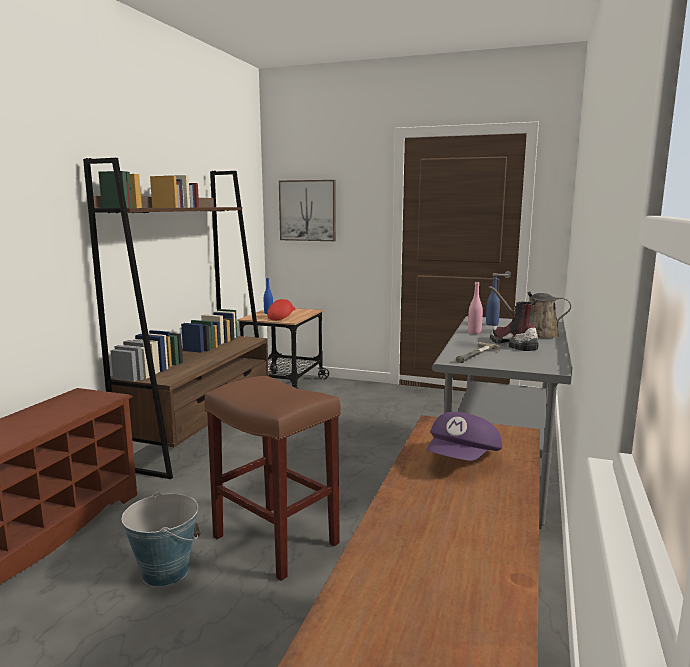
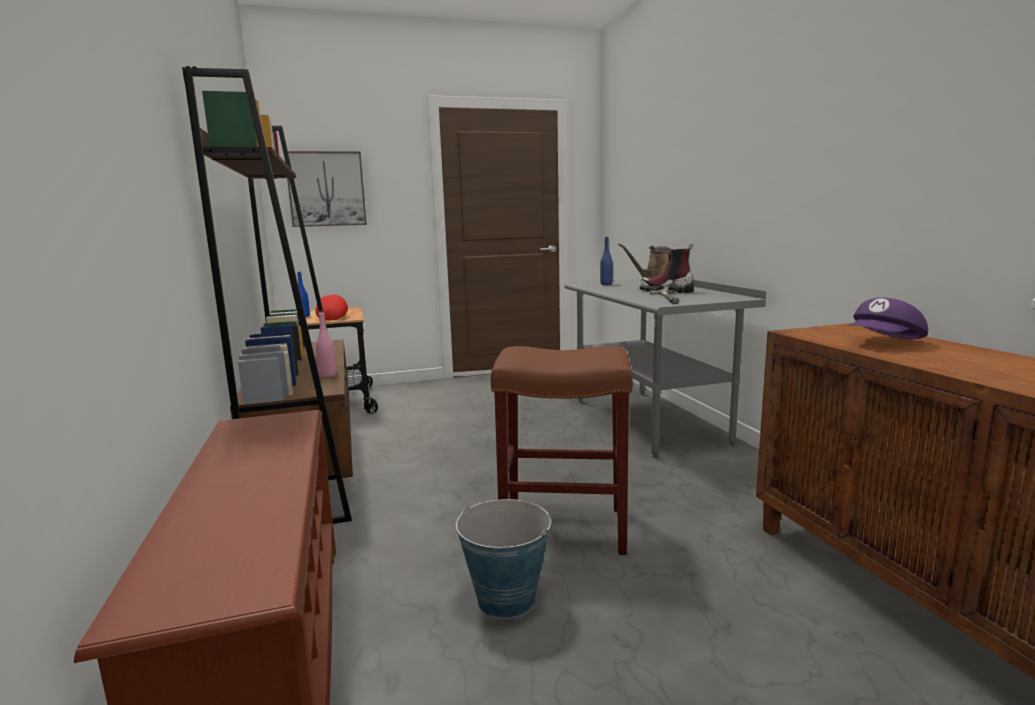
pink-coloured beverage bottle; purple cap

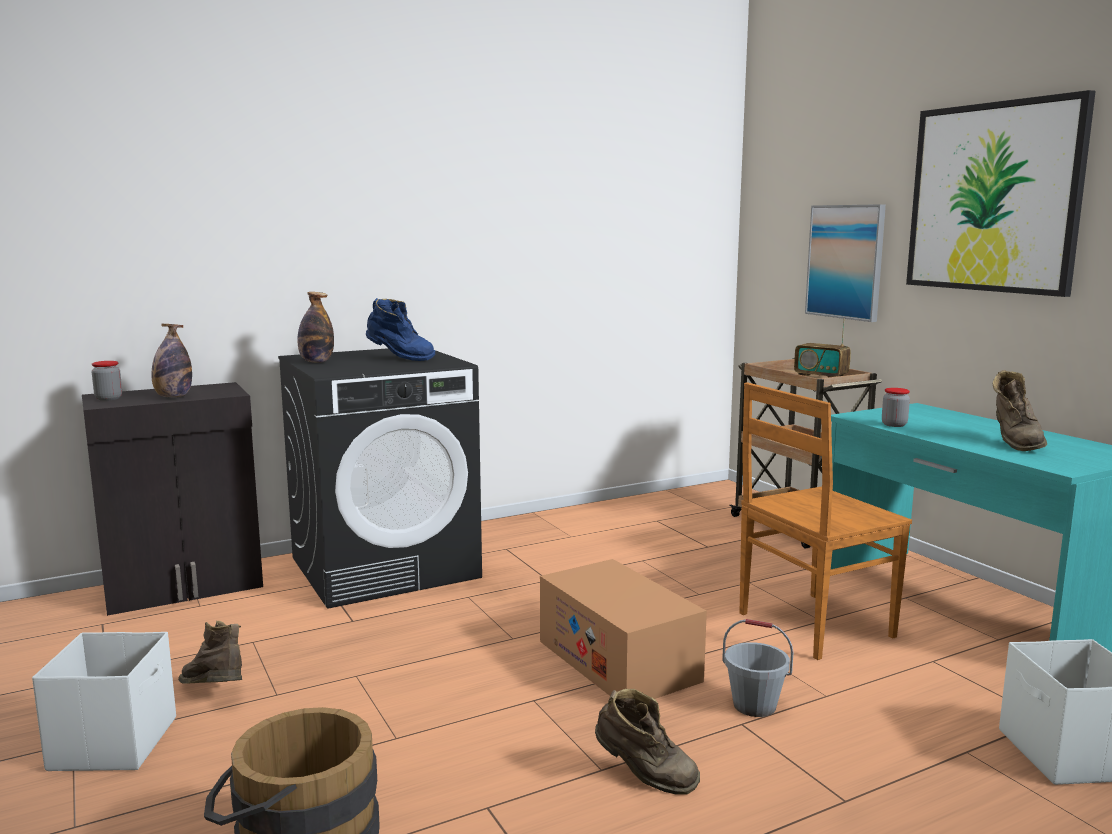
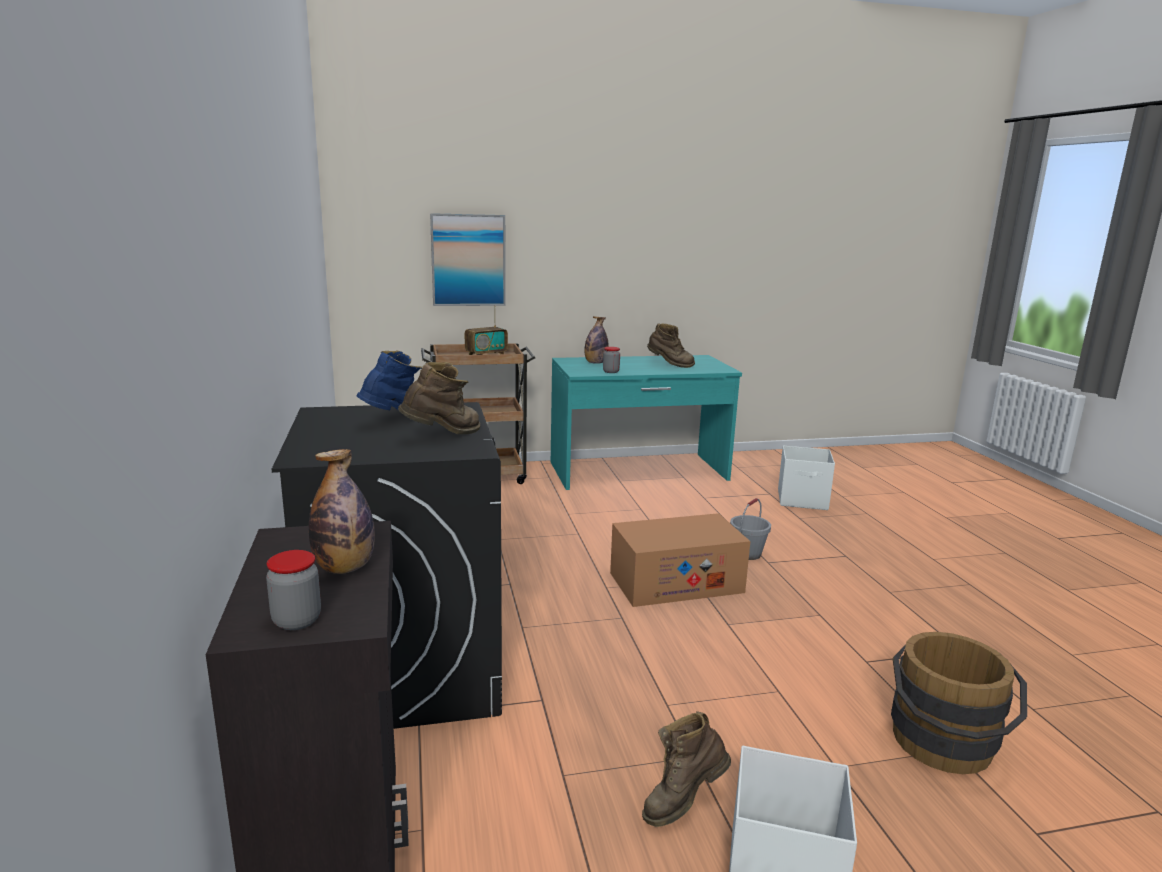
wall art (2nd from left in the first image); beverage bottle (2nd from left); brown plain chair; brown high-top boot (1st from left)

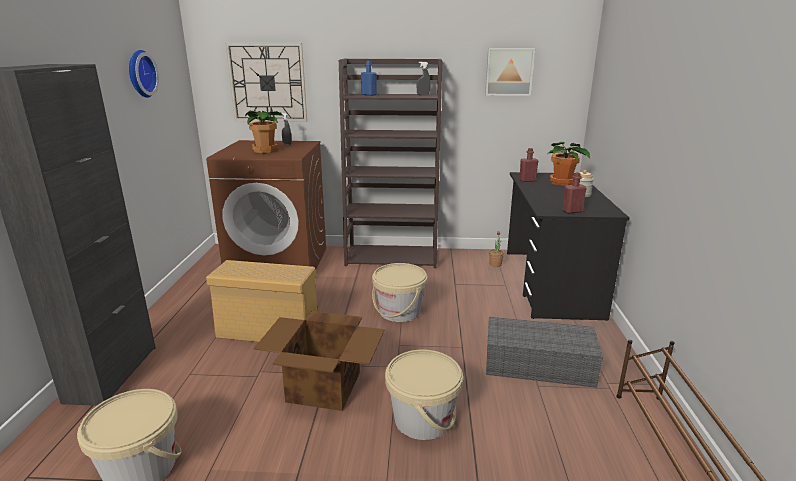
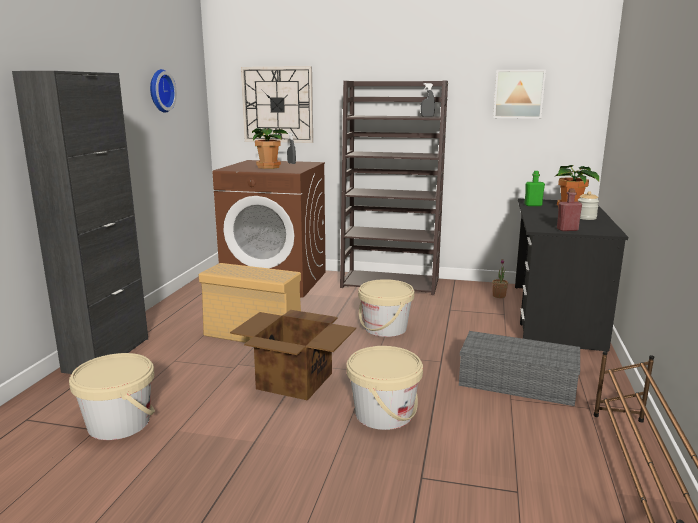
bluish beverage bottle; green-coloured beverage bottle

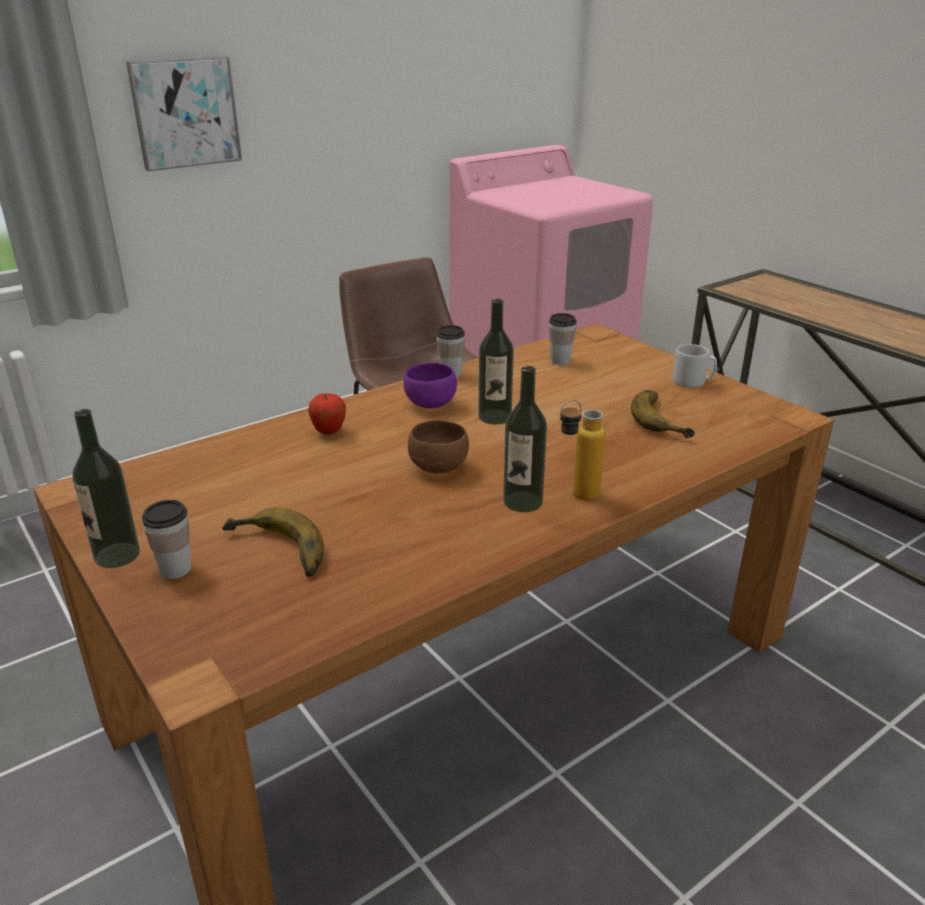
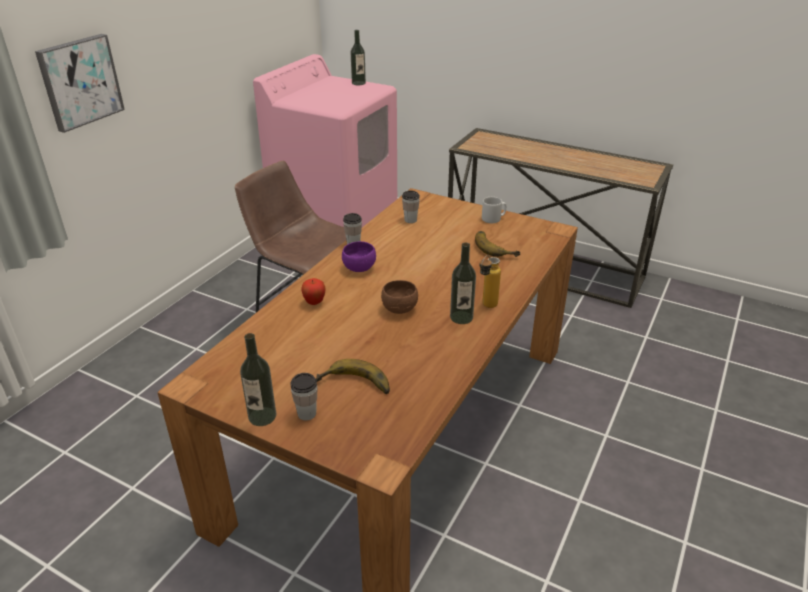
beverage bottle (2nd from left)

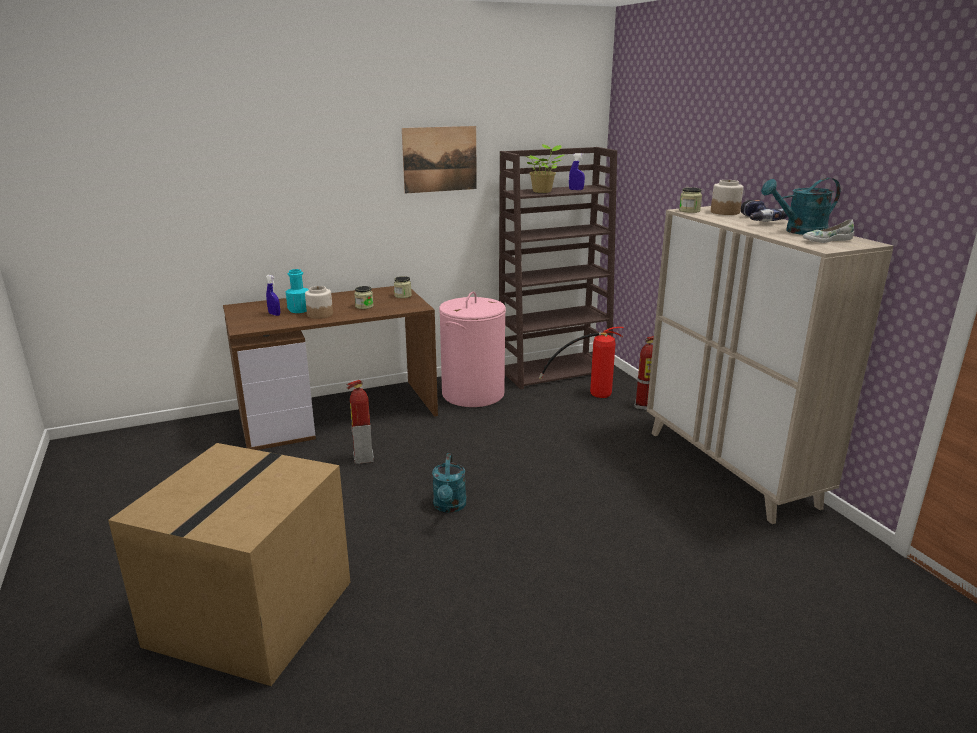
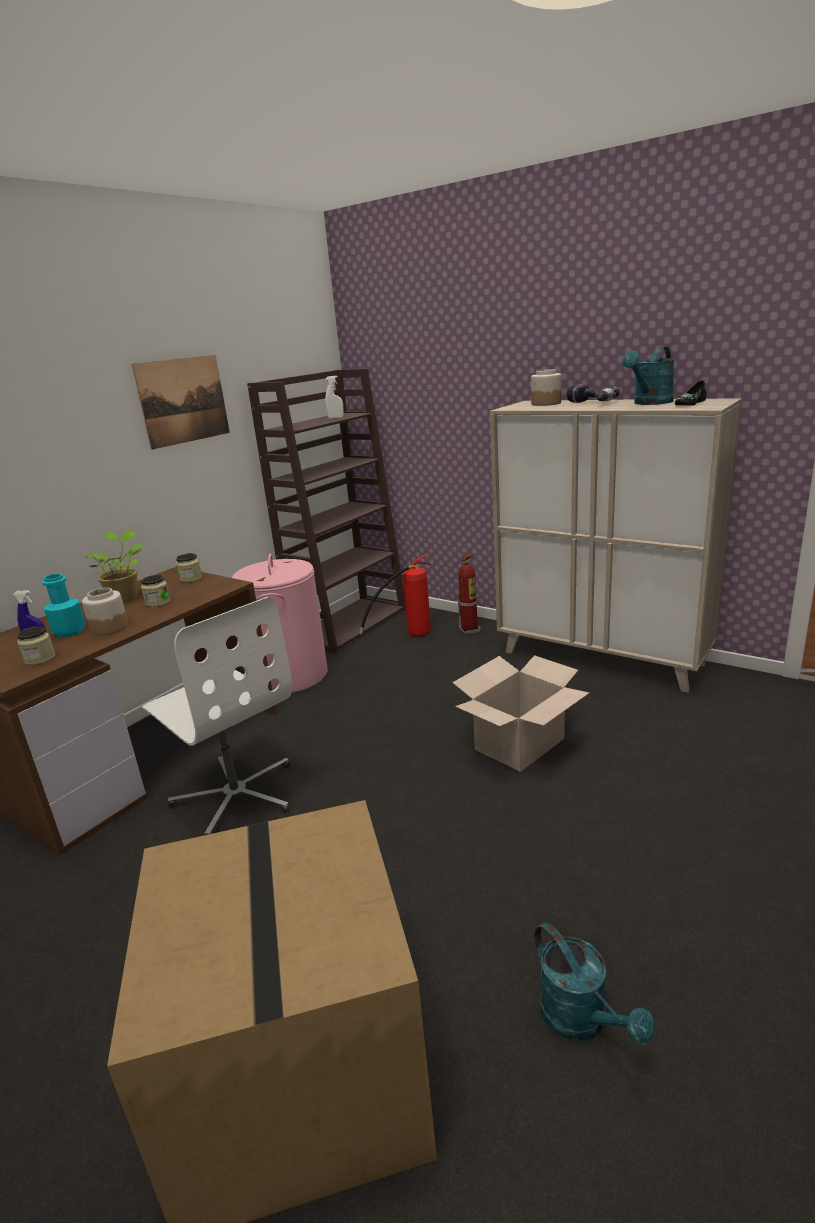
plant in a pot; white-coloured spray bottle; storage jar (1st from left); black-coloured item of footwear; white-coloured office chair; turquoise-coloured watering can (1st from left); carton (2nd from left)

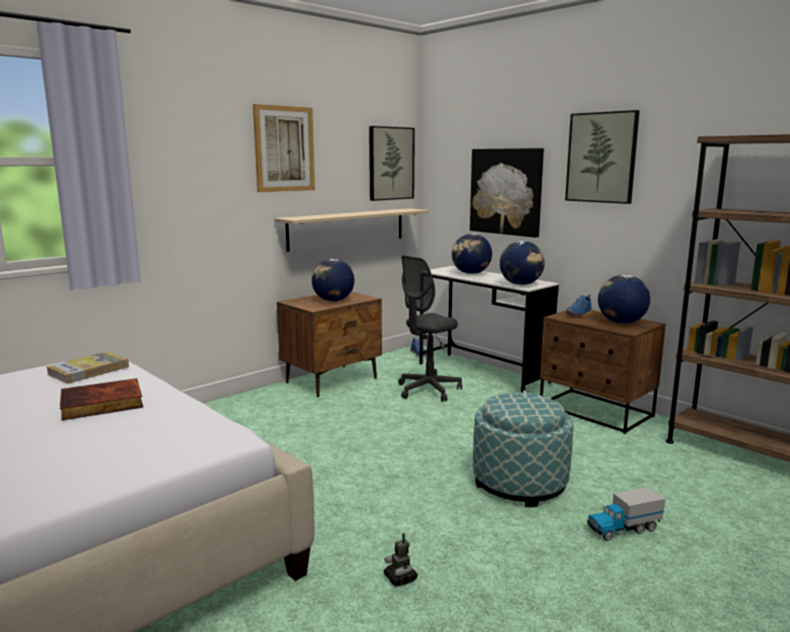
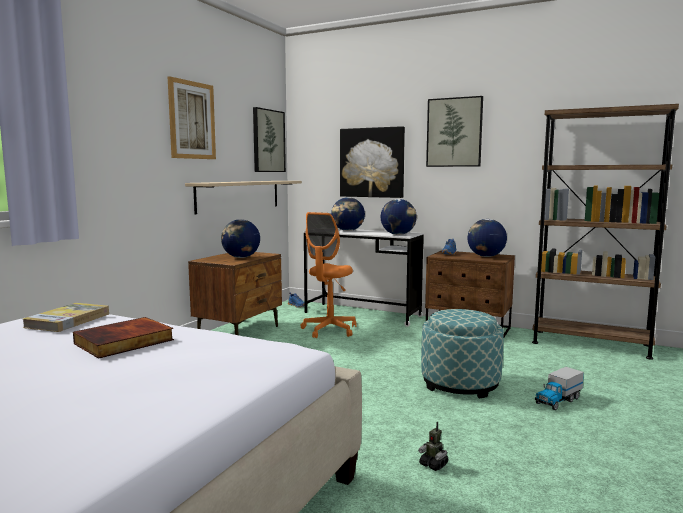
orange-coloured office chair

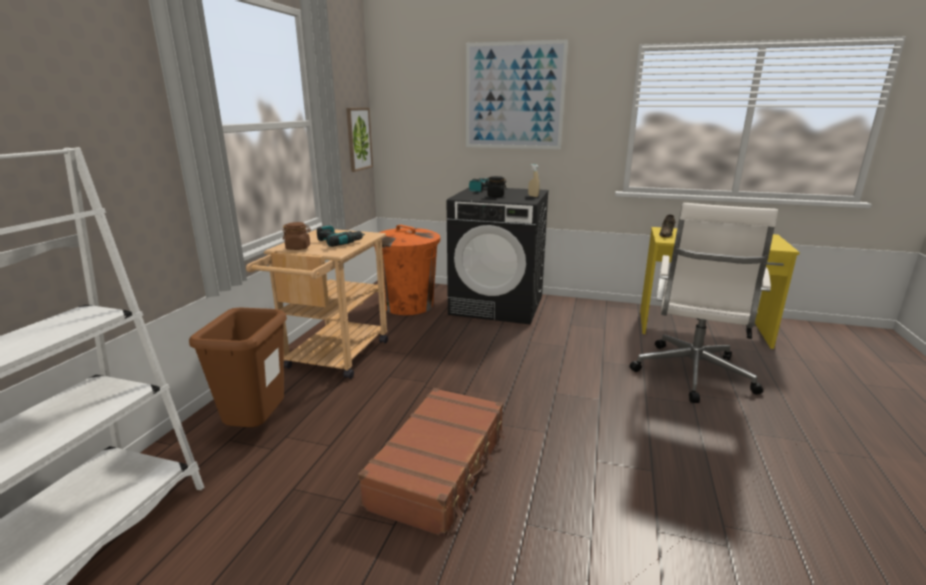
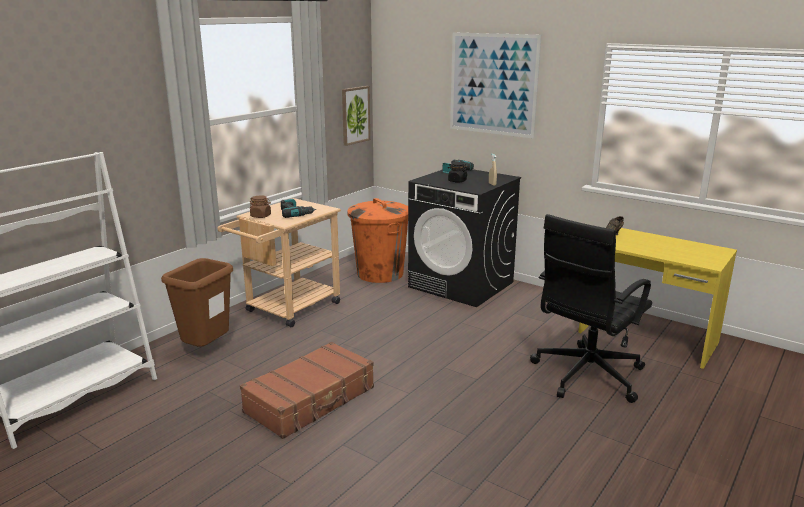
black-coloured office chair

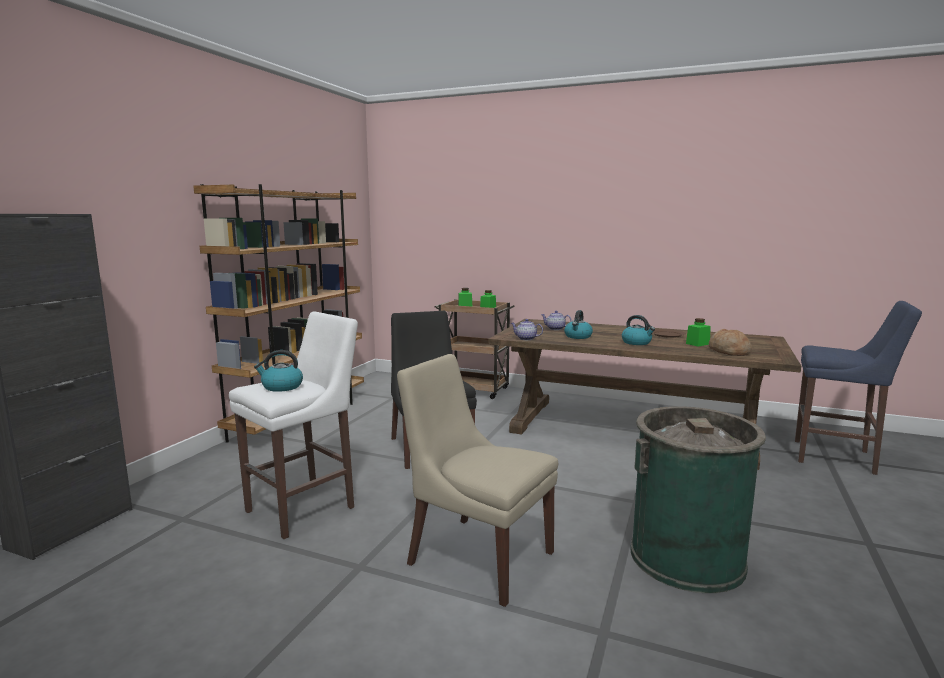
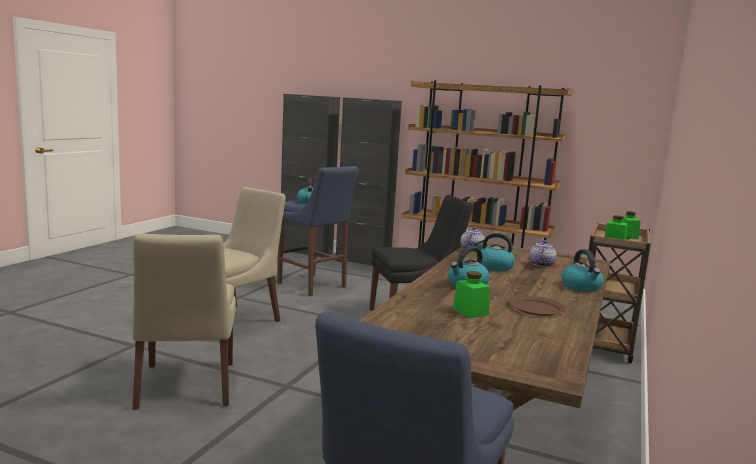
bluish sitting stool (1st from left); bread; sand-coloured plain chair (1st from left); black-coloured cabinet (2nd from left); water kettle (4th from left)

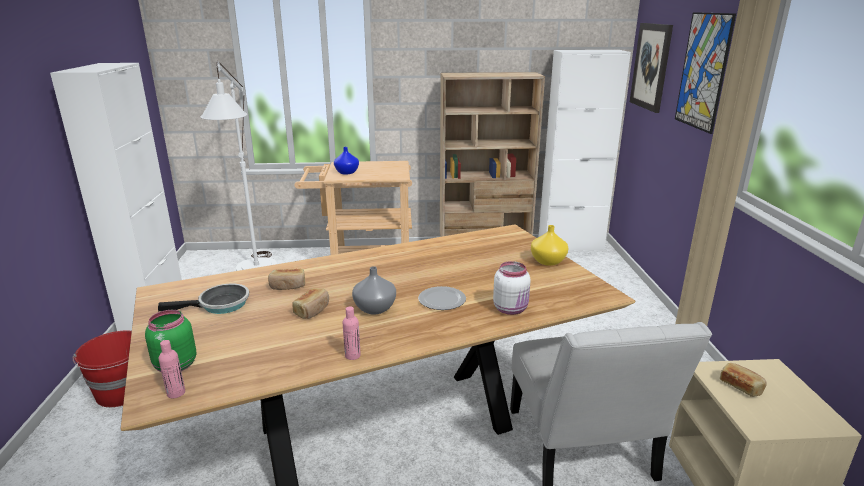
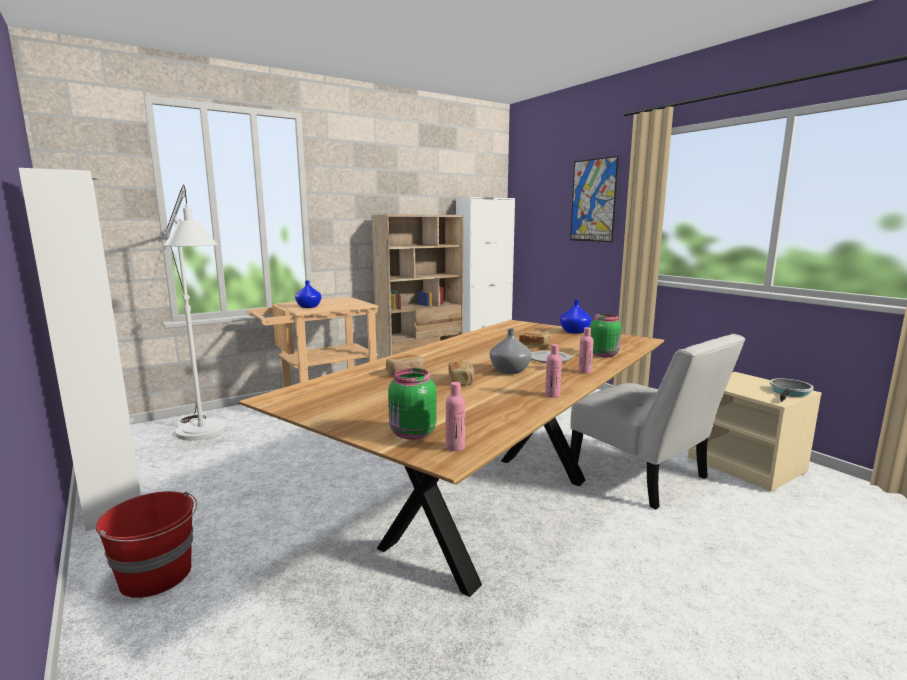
wall art (1st from left in the first image); bluish flower vase (2nd from left); green-coloured storage jar (2nd from left); pan; bread (3rd from left); pink-coloured beverage bottle (3rd from left)

